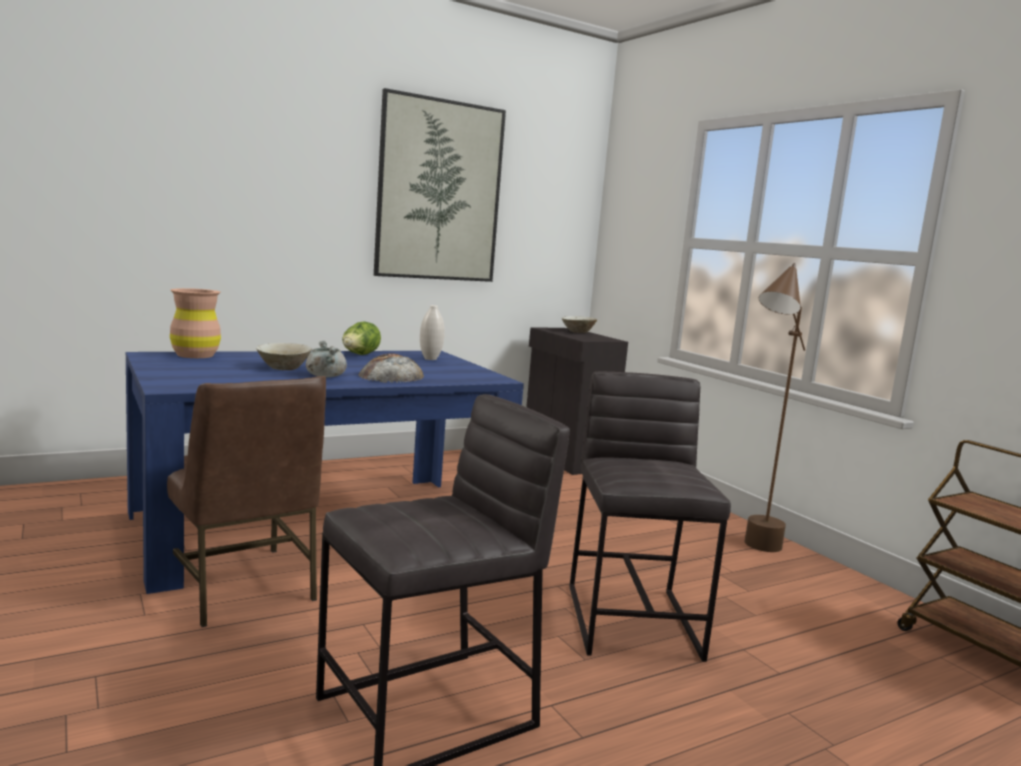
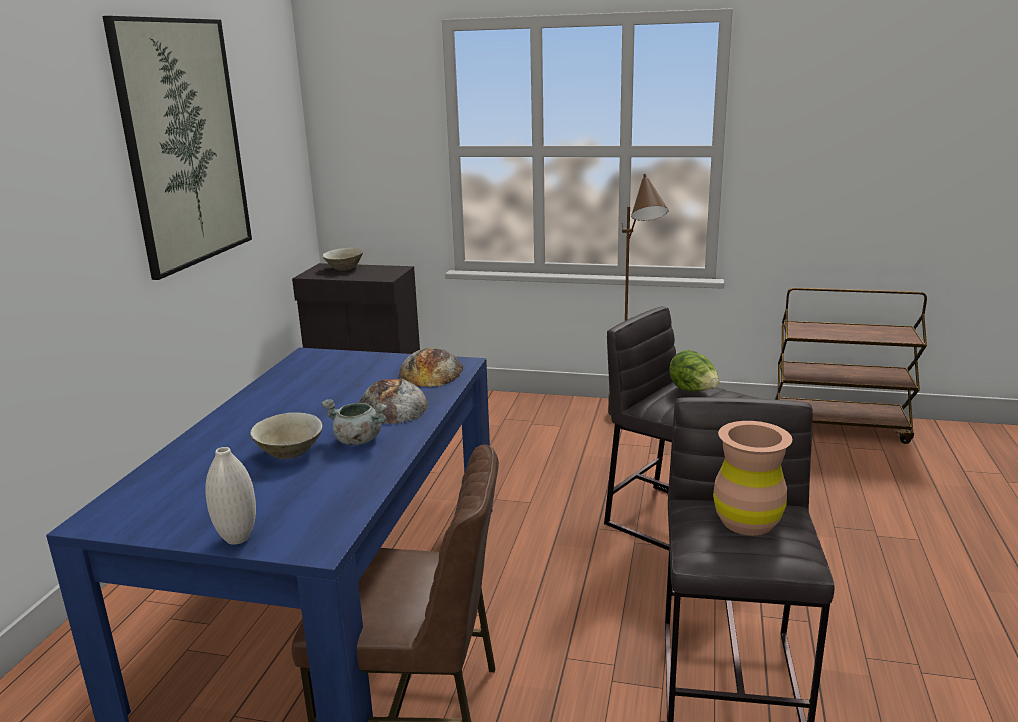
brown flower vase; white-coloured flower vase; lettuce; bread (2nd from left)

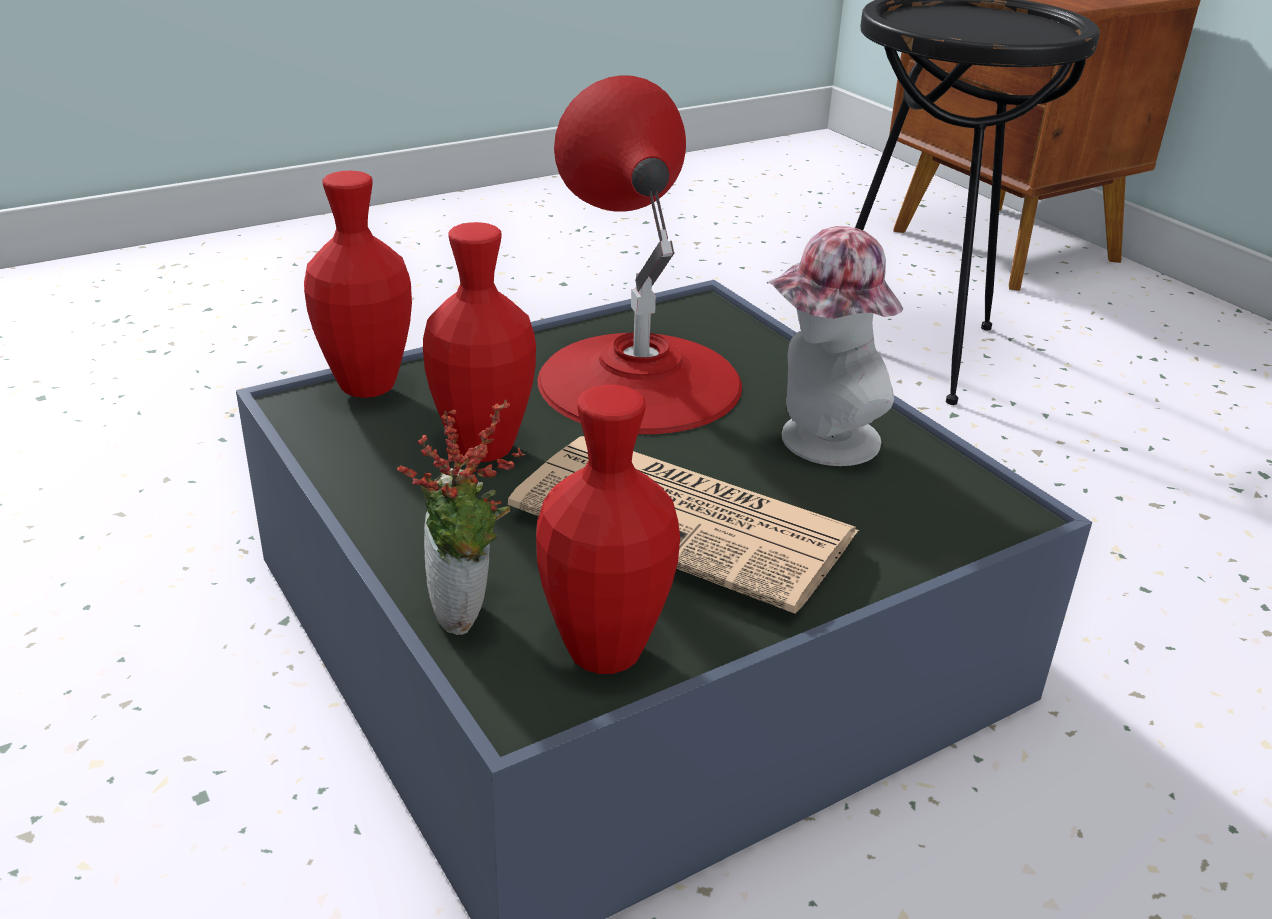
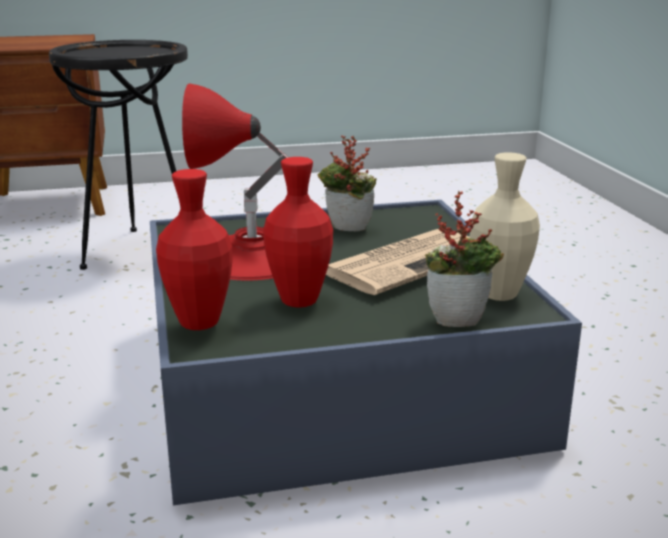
plant in a pot (1st from left); sand-coloured flower vase

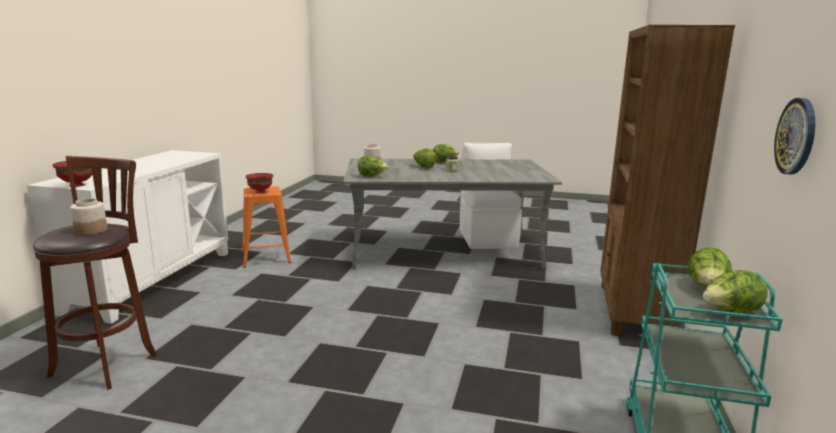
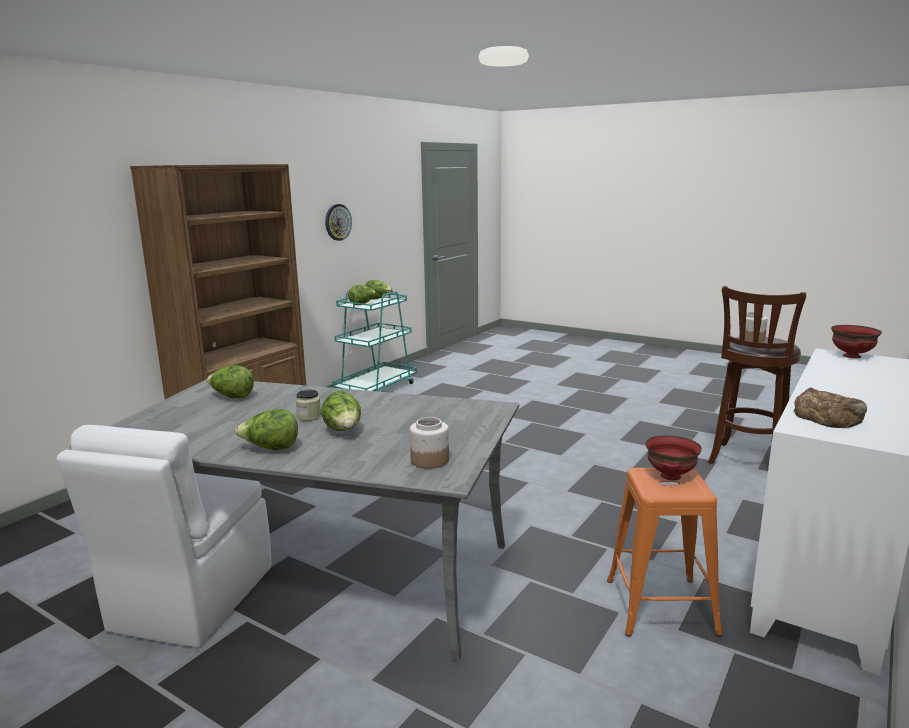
lettuce (1st from left); bread

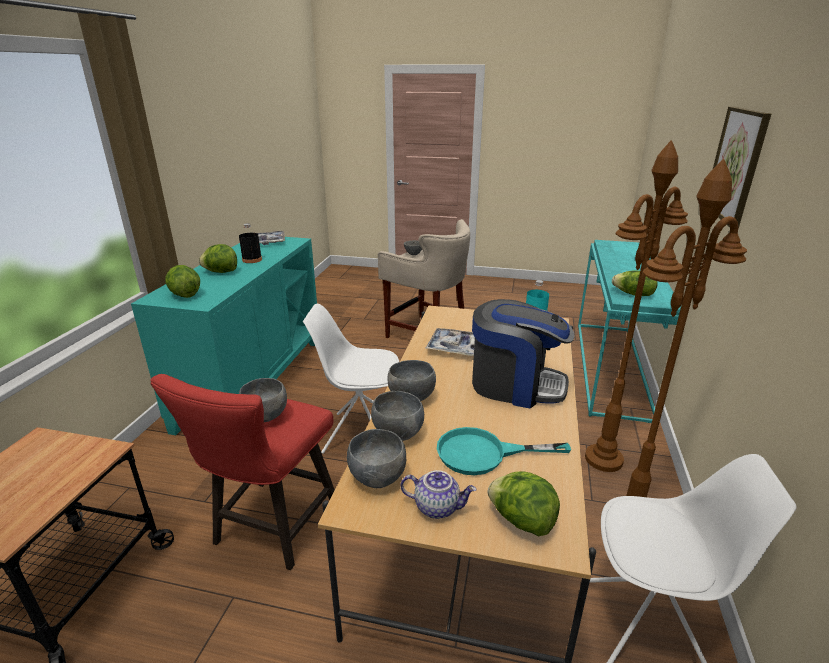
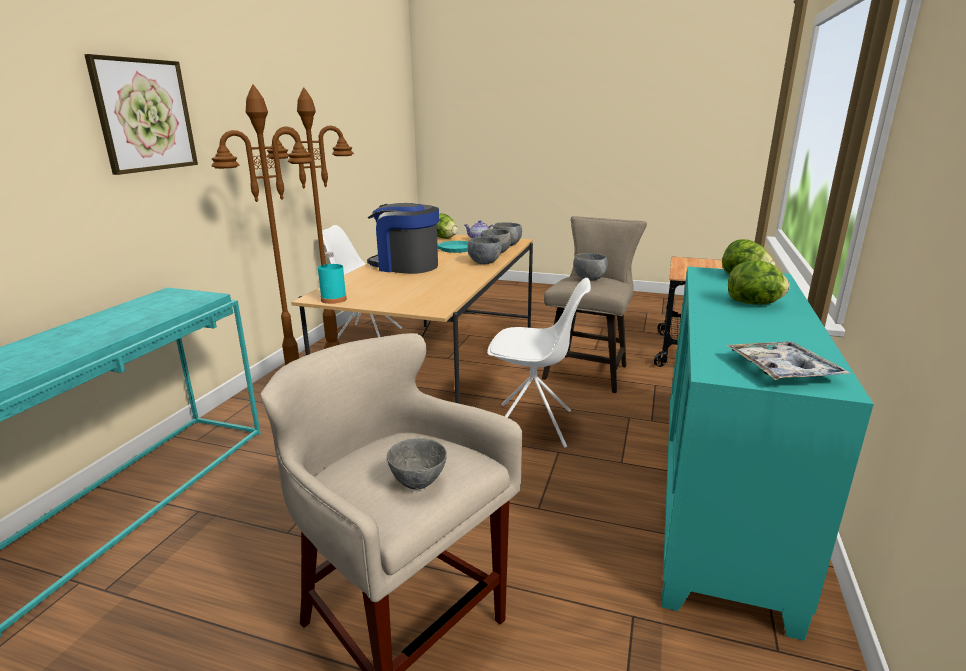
black-coloured beverage bottle; lettuce (4th from left in the first image); carrying tray (2nd from left in the first image); sand-coloured sitting stool (2nd from left)

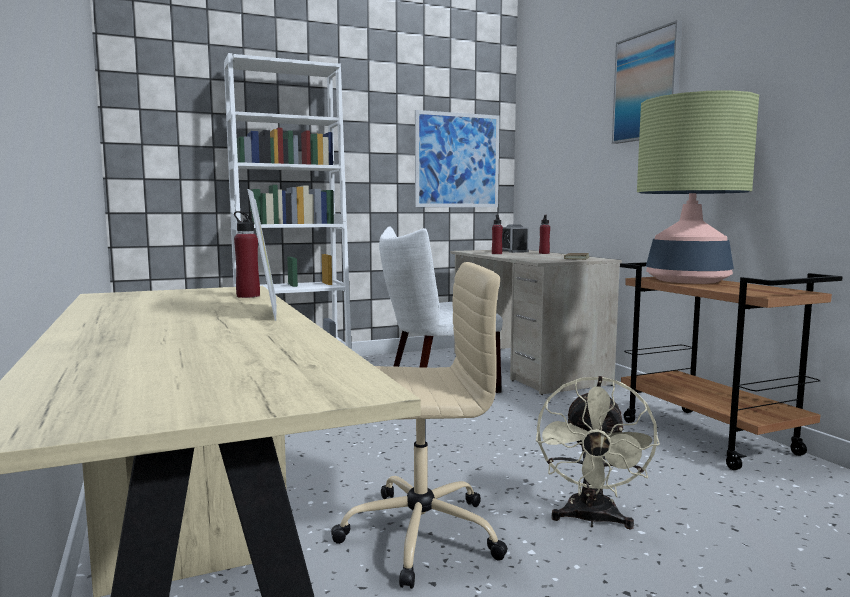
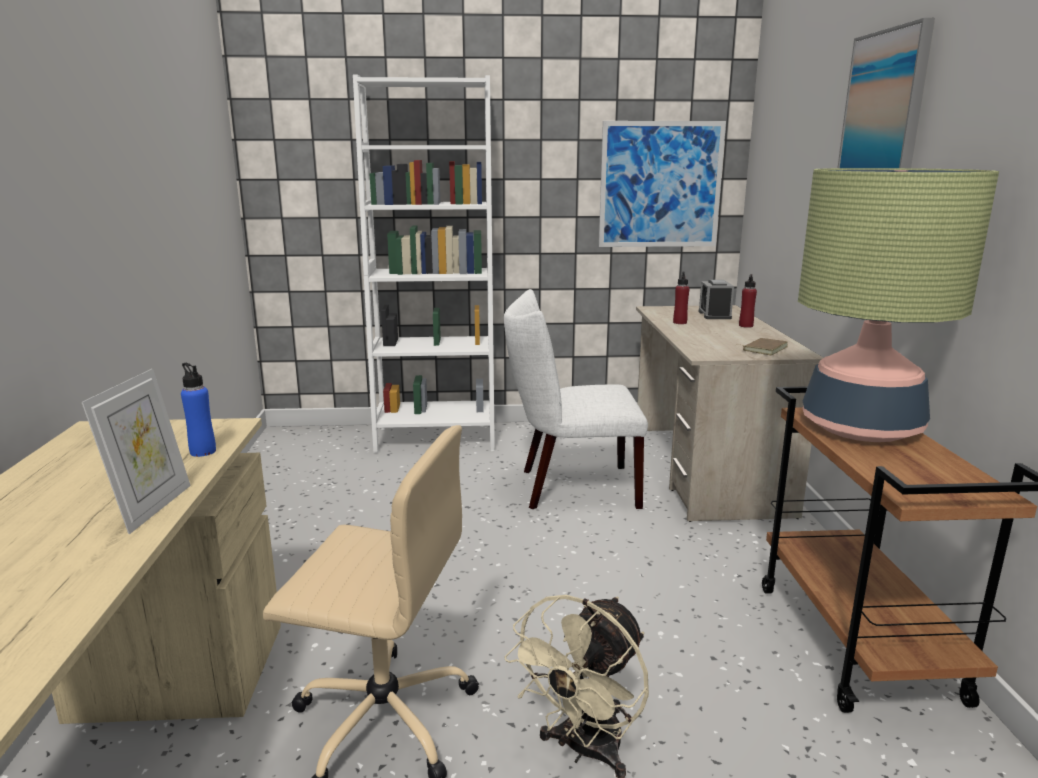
bluish beverage bottle

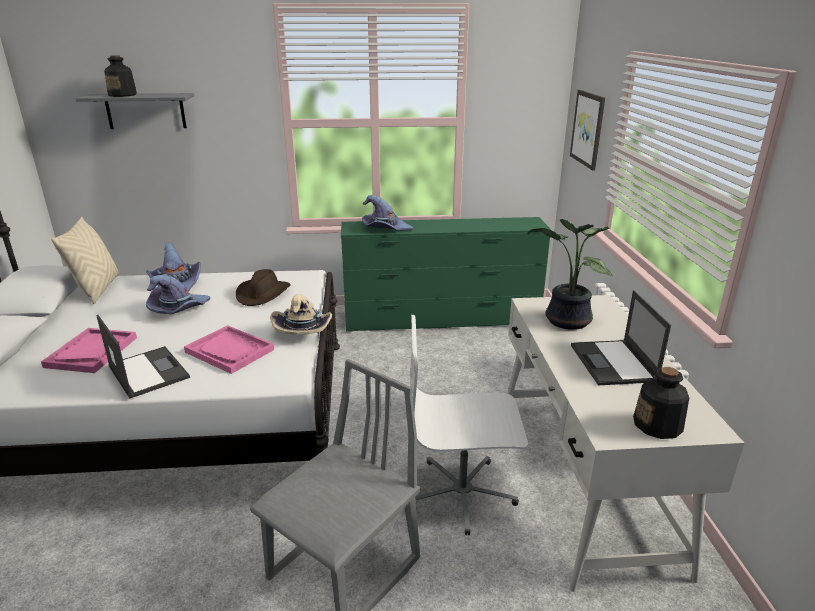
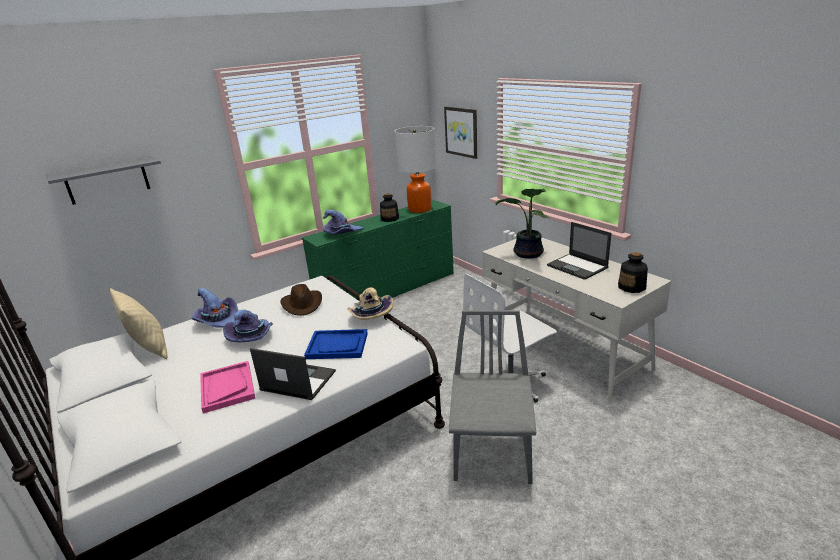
beverage bottle (1st from left); bluish carrying tray; table lamp

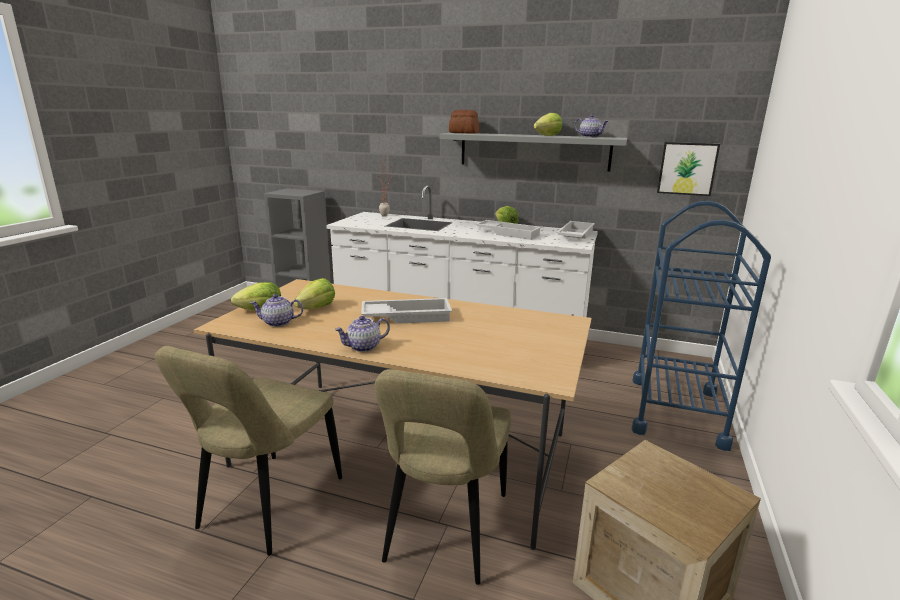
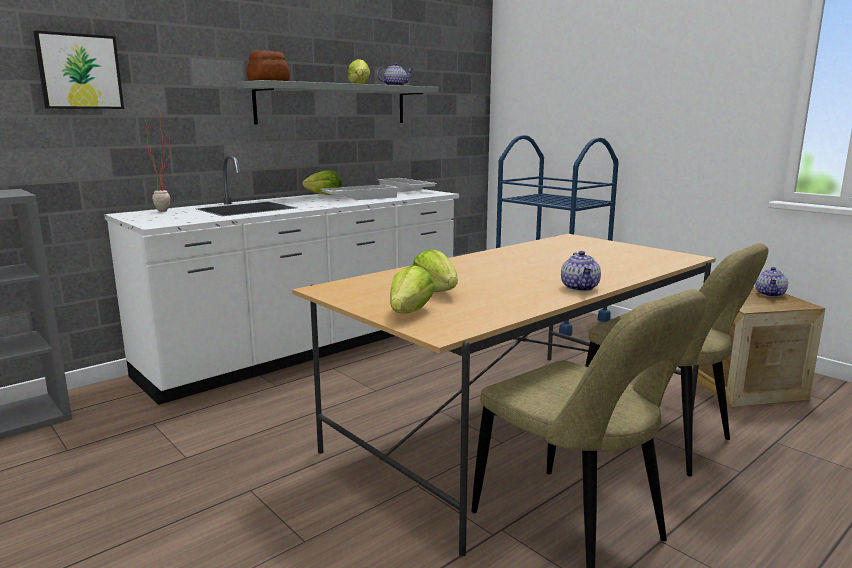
wall art; pot for tea (3rd from left); white-coloured carrying tray (1st from left in the first image)

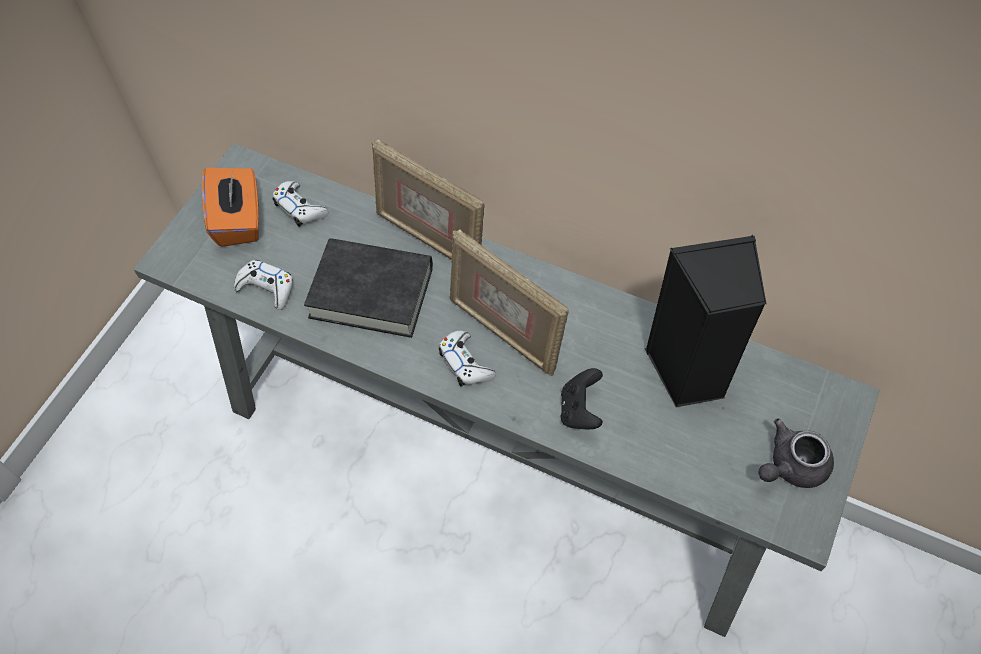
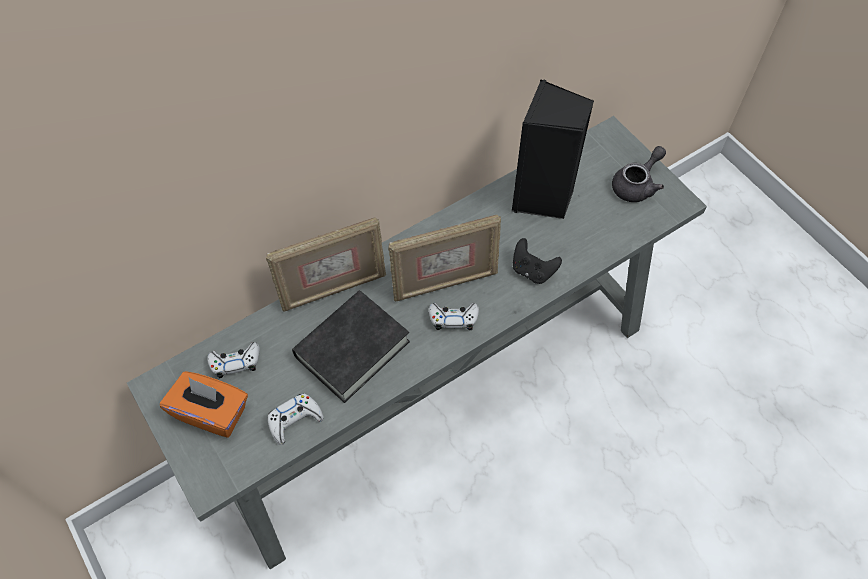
grey pot for tea

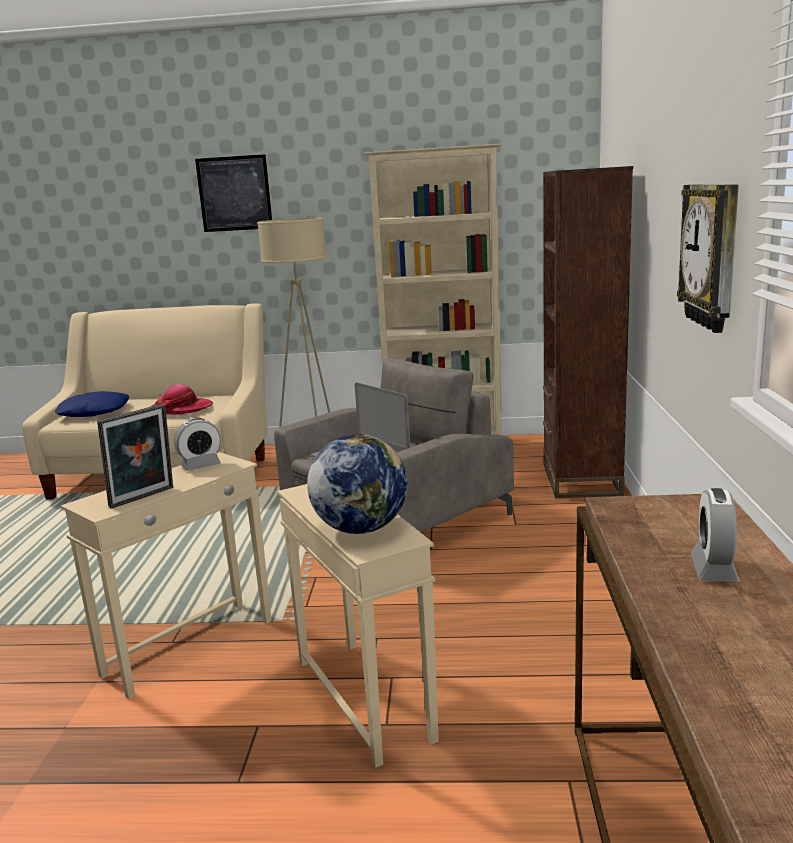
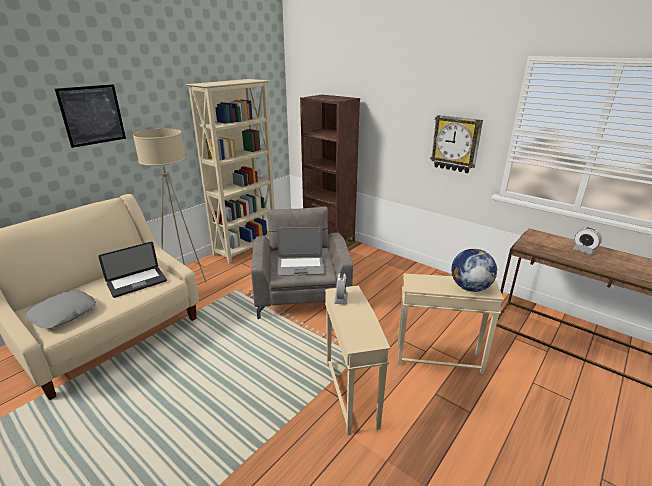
notebook computer (1st from left); grey cushion; picture frame

